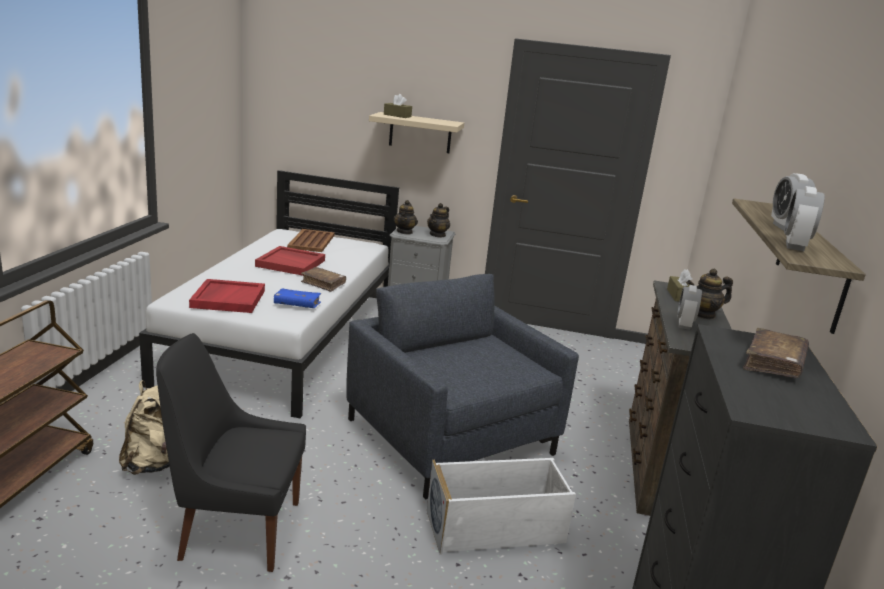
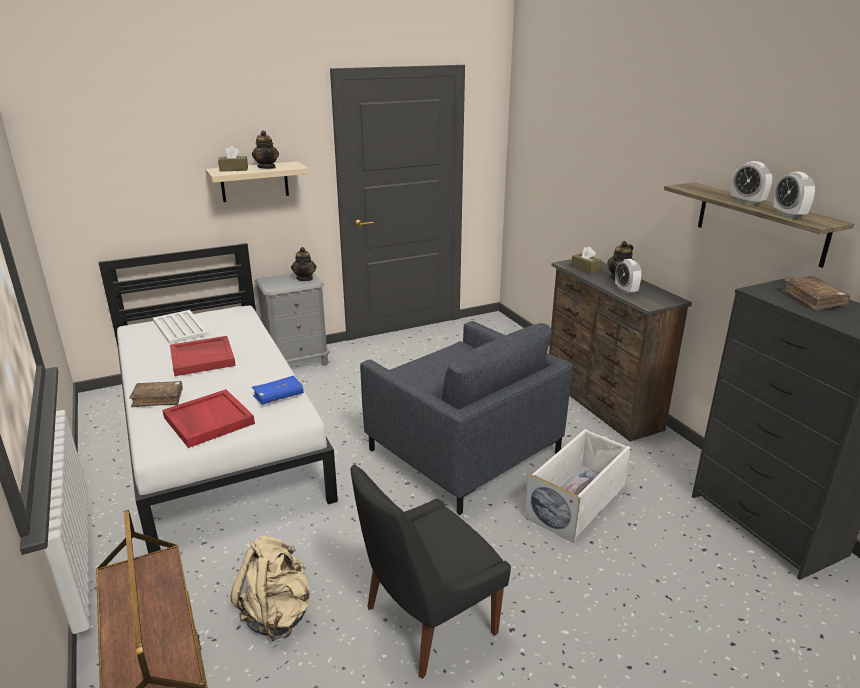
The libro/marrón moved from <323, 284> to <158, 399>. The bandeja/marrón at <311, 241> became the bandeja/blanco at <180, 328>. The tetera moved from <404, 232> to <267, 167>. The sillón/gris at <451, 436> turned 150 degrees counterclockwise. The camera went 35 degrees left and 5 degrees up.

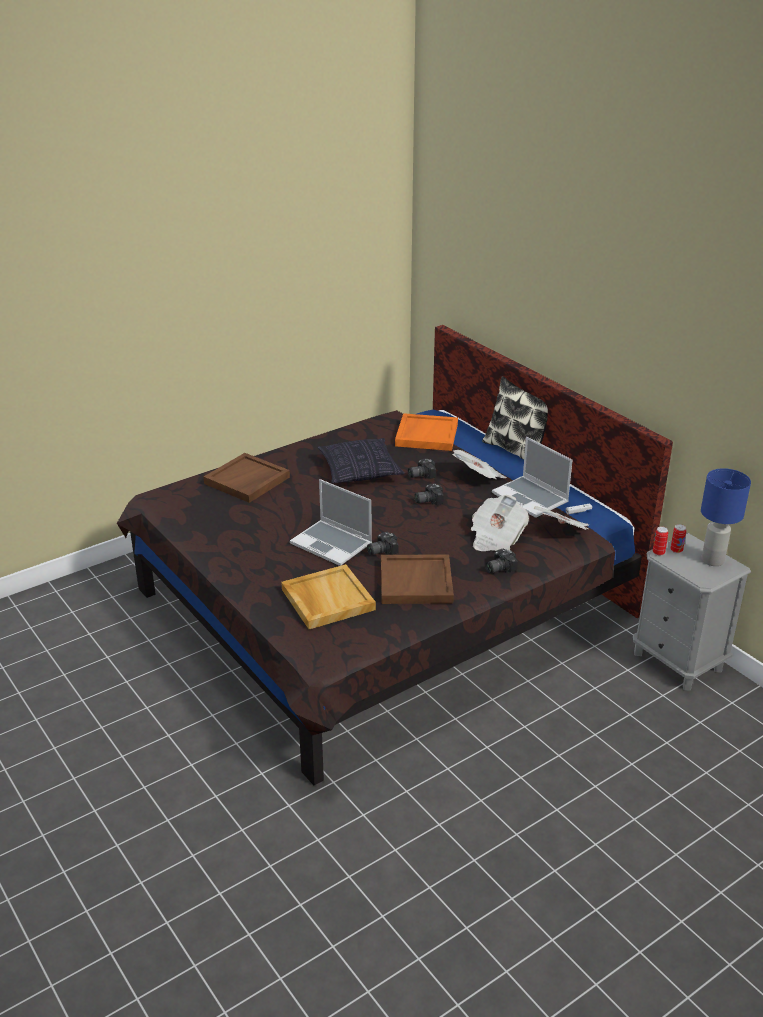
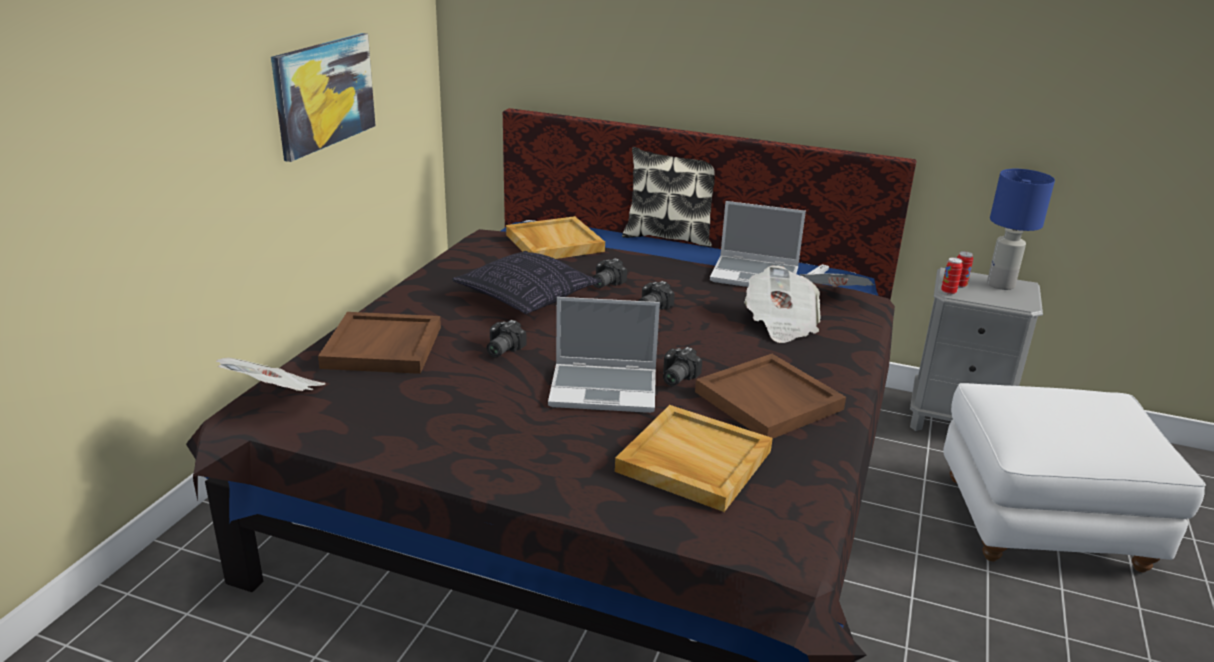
The periódico moved from <478, 478> to <276, 397>. The cuadro at <324, 94> appeared. The cámara moved from <498, 568> to <501, 349>. The bandeja/naranja at <426, 434> became the bandeja/beis at <553, 243>. The puf/blanco at <1043, 522> appeared. The camera went 35 degrees left and 5 degrees down.

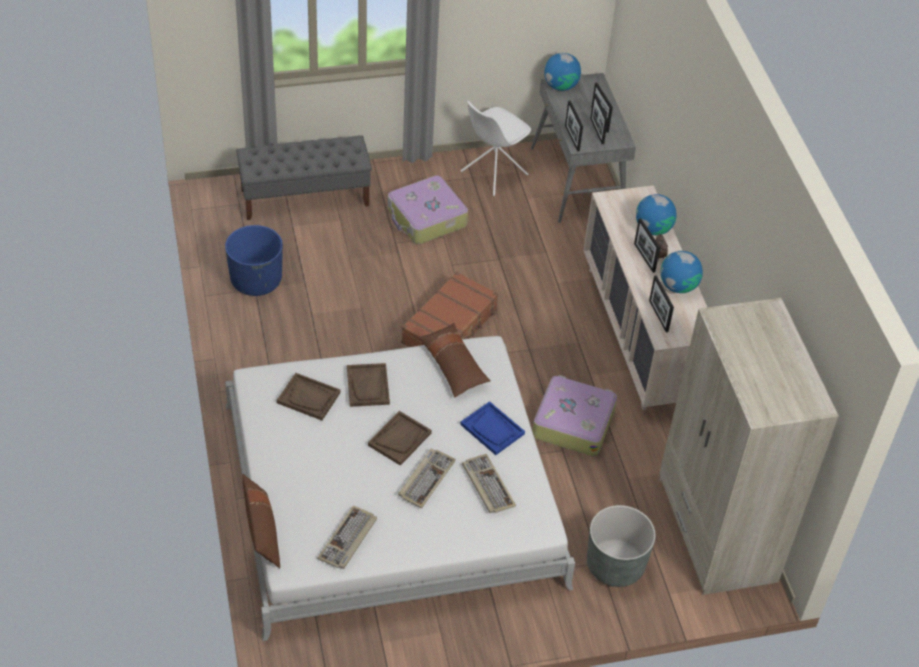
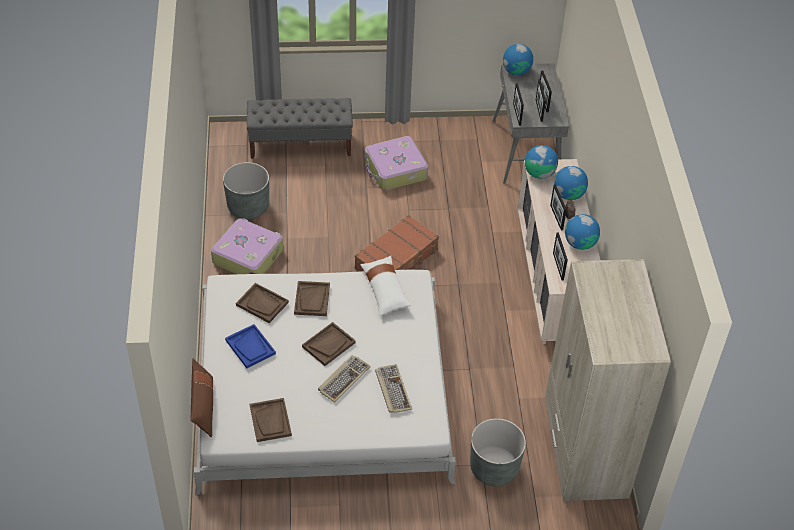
The maleta moved from <573, 422> to <248, 255>. The maceta/azul at <256, 280> became the maceta/gris at <248, 207>. The bandeja/azul moved from <492, 429> to <250, 347>. The teclado at <348, 540> was replaced by the bandeja/marrón at <270, 421>. The cojín/marrón at <453, 365> became the cojín/blanco at <385, 290>. The globo terráqueo at <539, 173> appeared. The silla/blanco at <493, 173> disappeared. The camera went 10 degrees right and 0 degrees up.

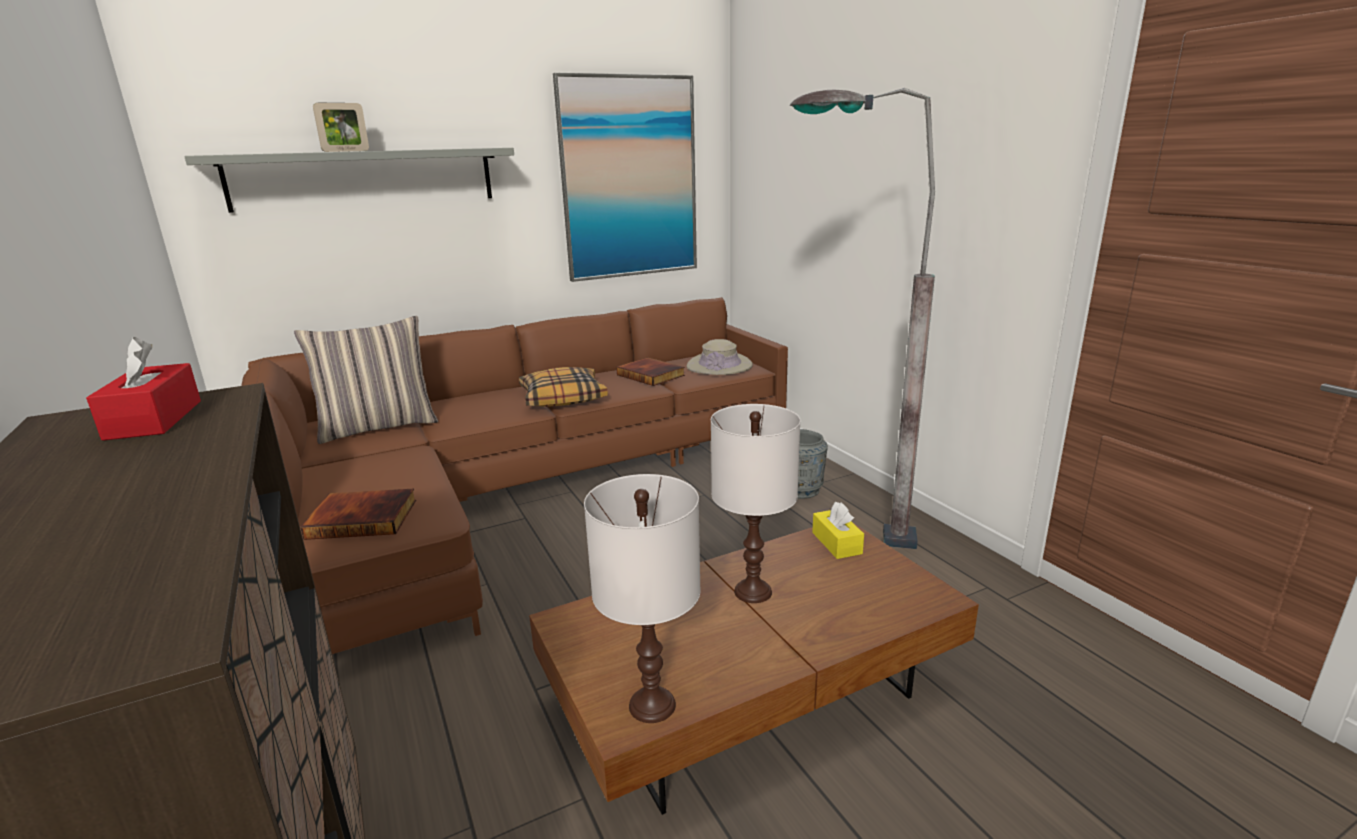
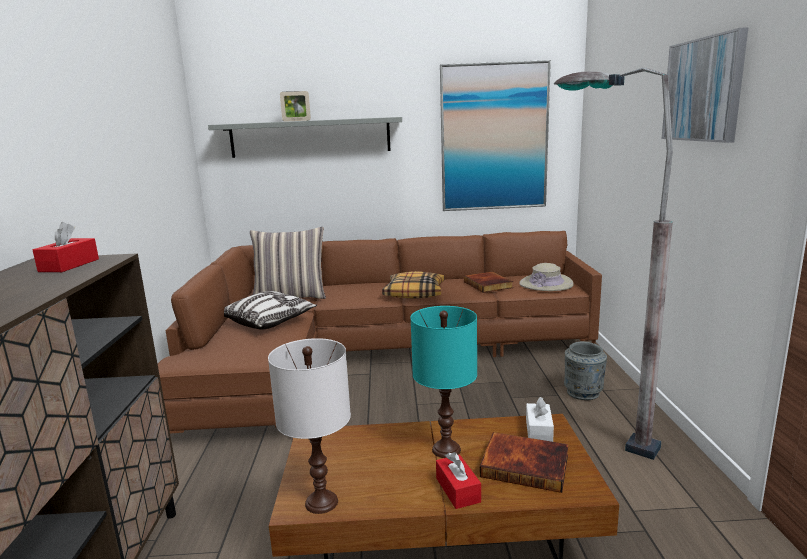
The cojín at <269, 321> appeared. The lámpara de mesa/blanco at <753, 591> became the lámpara de mesa/turquesa at <447, 449>. The caja de pañuelos/rojo at <458, 490> appeared. The libro moved from <364, 518> to <526, 464>. The caja de pañuelos/amarillo at <836, 543> became the caja de pañuelos/blanco at <539, 431>. The cuadro at <703, 90> appeared. The camera went 25 degrees right and 5 degrees down.

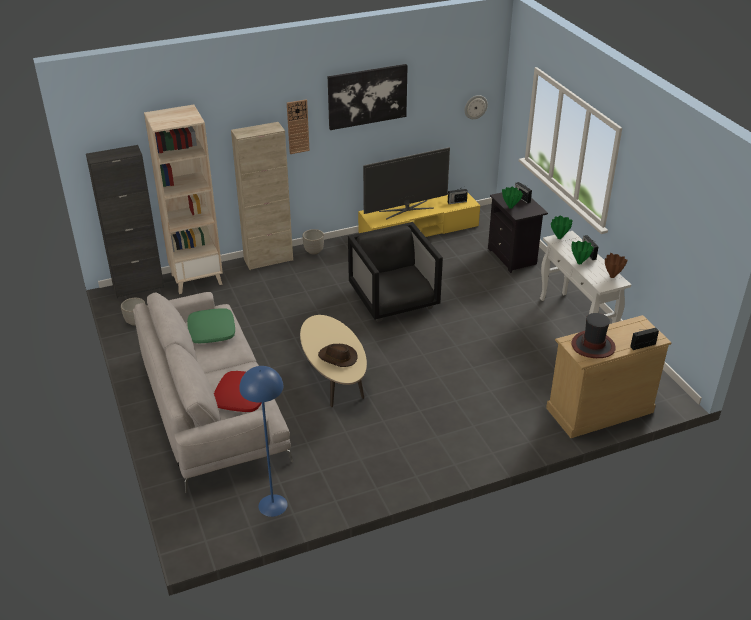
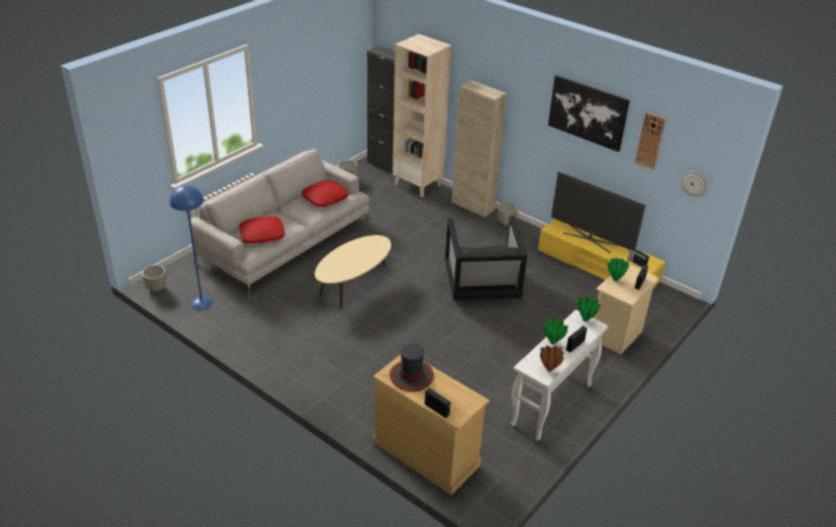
The maceta at <157, 288> appeared. The cojín/verde at <211, 331> became the cojín/rojo at <325, 198>. The sillón/negro at <394, 299> turned 135 degrees clockwise. The mesita de noche/negro at <513, 257> became the mesita de noche/beis at <616, 336>. The reloj de pared moved from <298, 126> to <650, 140>. The sombrero/marrón at <337, 357> disappeared. The camera went 60 degrees right and 0 degrees up.

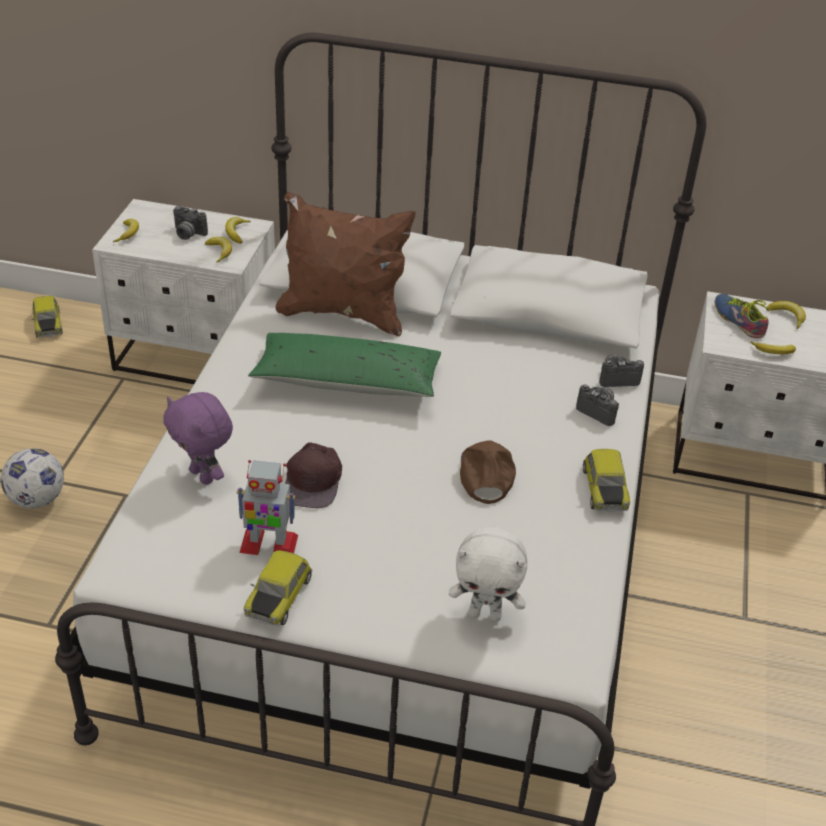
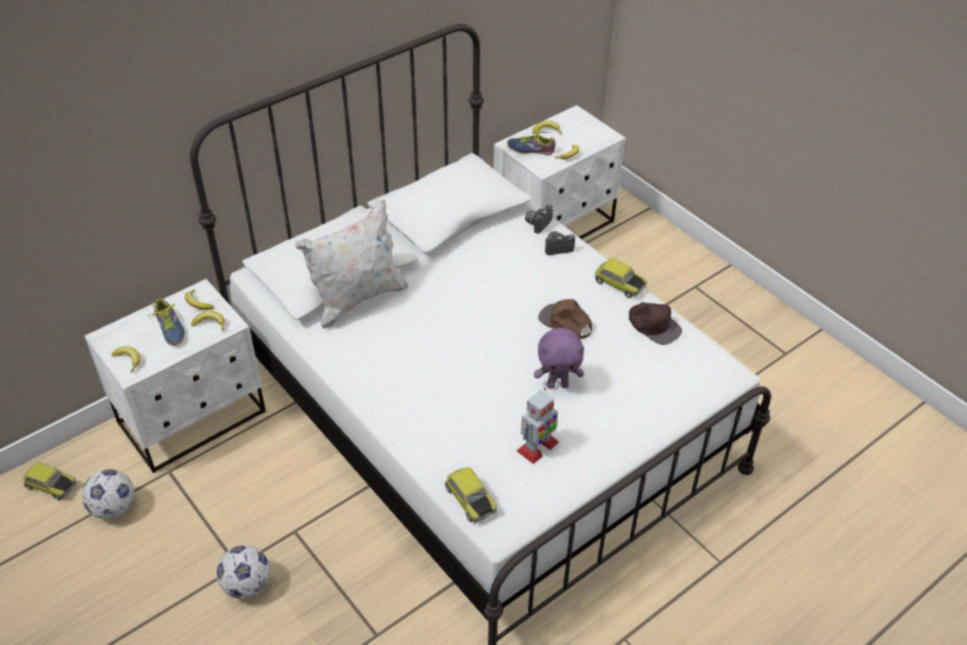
The balón de fútbol at <113, 508> appeared. The cámara at <187, 234> was replaced by the zapato at <168, 329>. The cojín/marrón at <343, 313> became the cojín/blanco at <357, 299>. The coche de juguete moved from <278, 596> to <469, 500>. The peluche/morado moved from <203, 476> to <558, 384>. The gorra/marrón moved from <314, 480> to <654, 325>. The cojín/verde at <347, 381> disappeared. The peluche/blanco at <485, 614> disappeared. The camera went 50 degrees left and 5 degrees up.

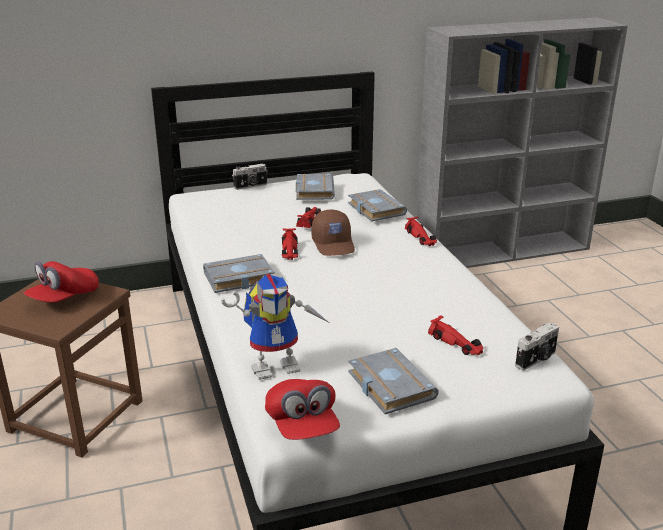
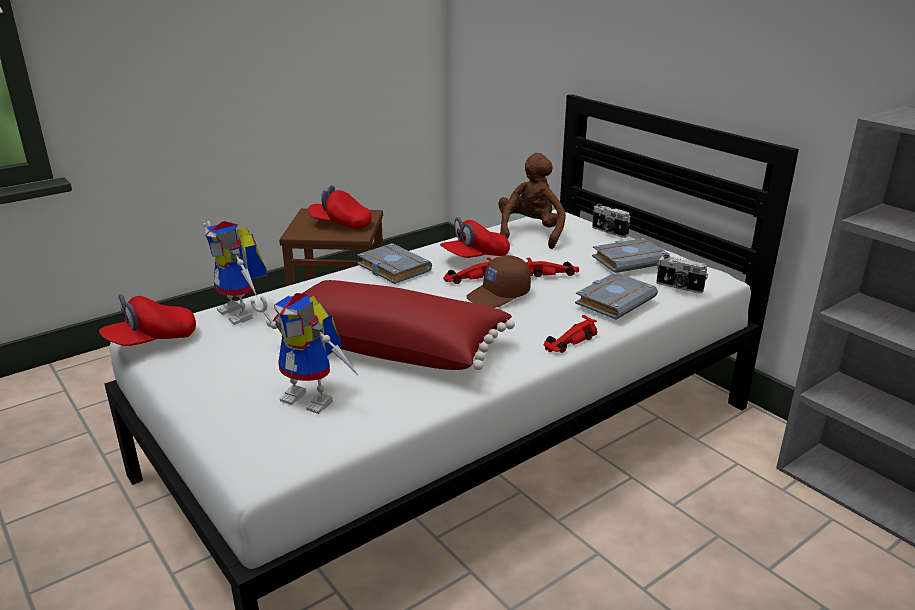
The coche de juguete/rojo at <456, 343> was replaced by the robot de juguete at <315, 398>. The cojín/rojo at <392, 346> appeared. The gorra/rojo at <475, 258> appeared. The peluche/marrón at <530, 233> appeared. The cámara moved from <537, 360> to <679, 287>. The libro/gris at <388, 385> disappeared. The camera went 70 degrees right and 0 degrees up.

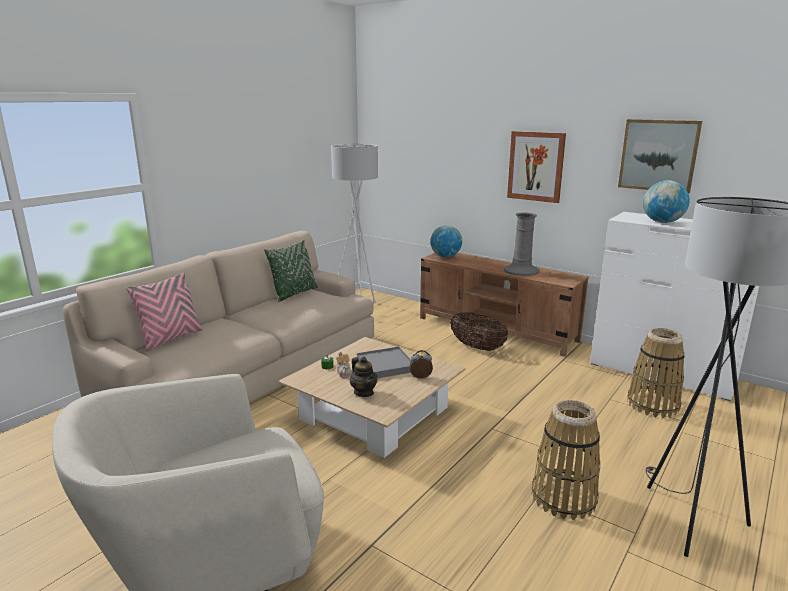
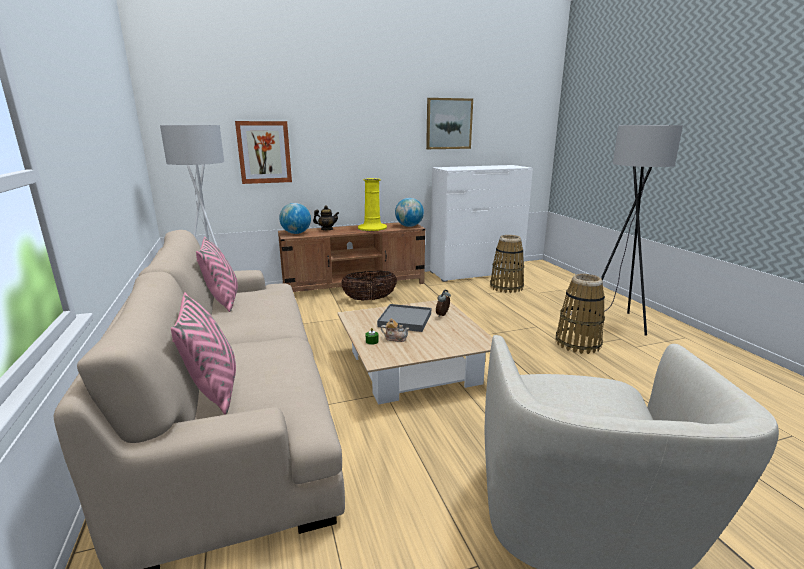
The cojín/verde at <294, 294> became the cojín/rosa at <223, 301>. The cuadro moved from <536, 166> to <264, 152>. The tetera moved from <364, 392> to <327, 229>. The florero/gris at <521, 271> became the florero/amarillo at <372, 228>. The globo terráqueo moved from <662, 222> to <409, 226>. The camera went 55 degrees left and 0 degrees up.

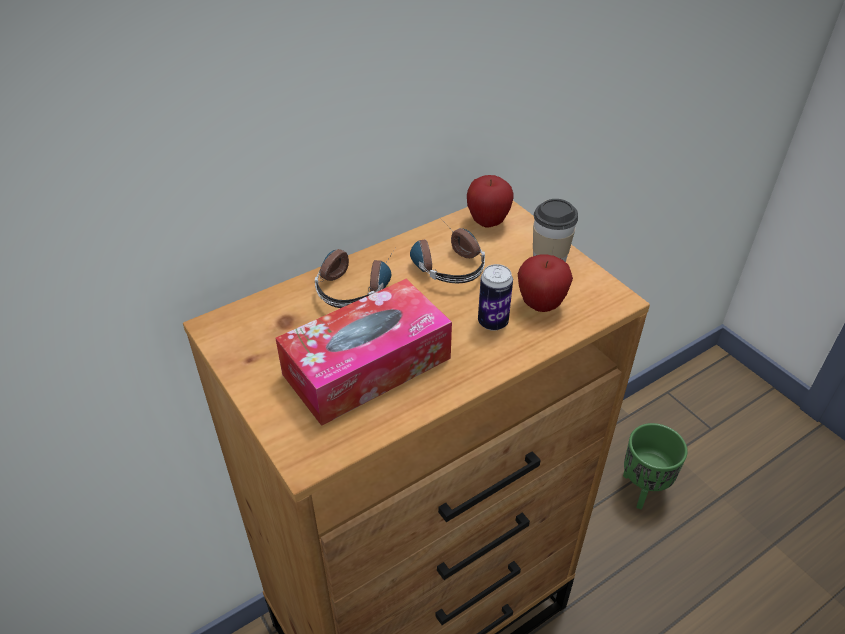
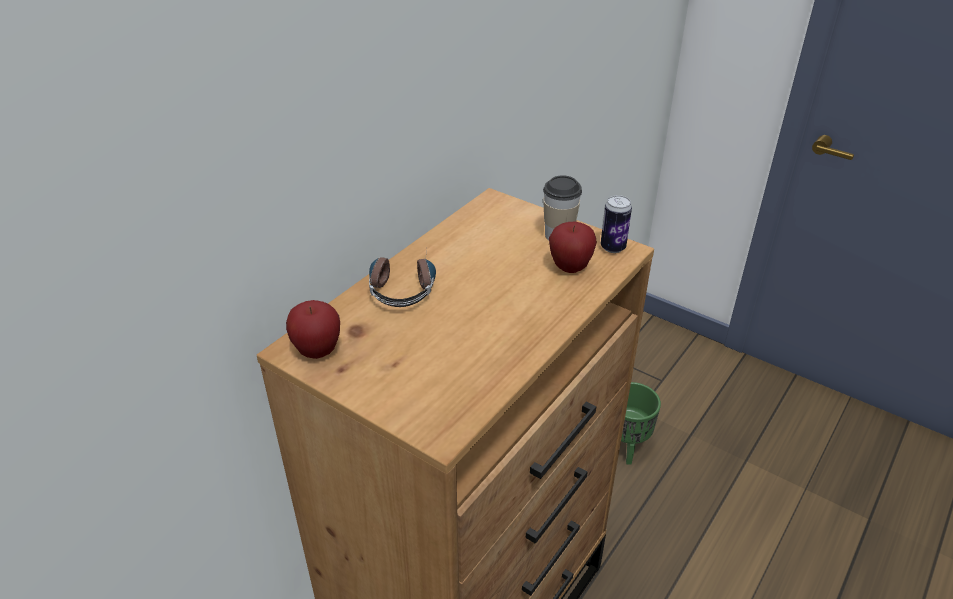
The manzana moved from <488, 222> to <318, 351>. The lata moved from <493, 322> to <613, 247>. The caja de pañuelos at <367, 366> disappeared. The auriculares at <444, 261> disappeared. The camera went 20 degrees left and 5 degrees down.

